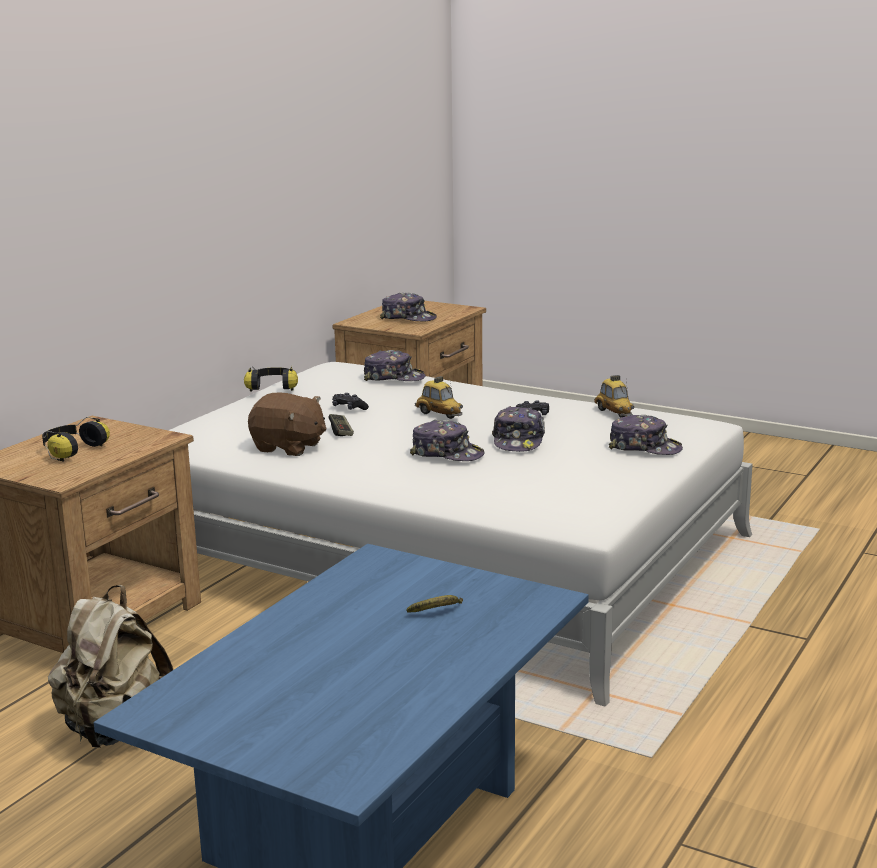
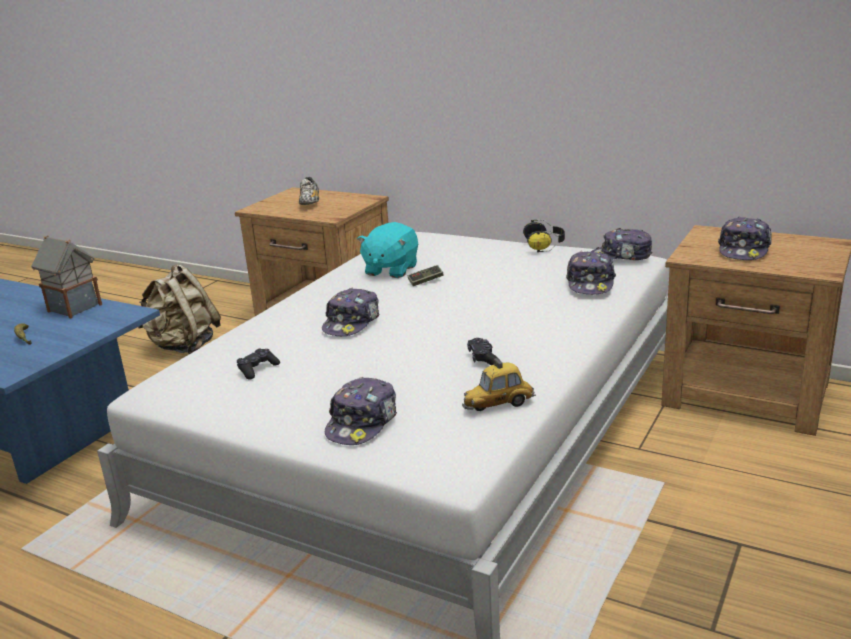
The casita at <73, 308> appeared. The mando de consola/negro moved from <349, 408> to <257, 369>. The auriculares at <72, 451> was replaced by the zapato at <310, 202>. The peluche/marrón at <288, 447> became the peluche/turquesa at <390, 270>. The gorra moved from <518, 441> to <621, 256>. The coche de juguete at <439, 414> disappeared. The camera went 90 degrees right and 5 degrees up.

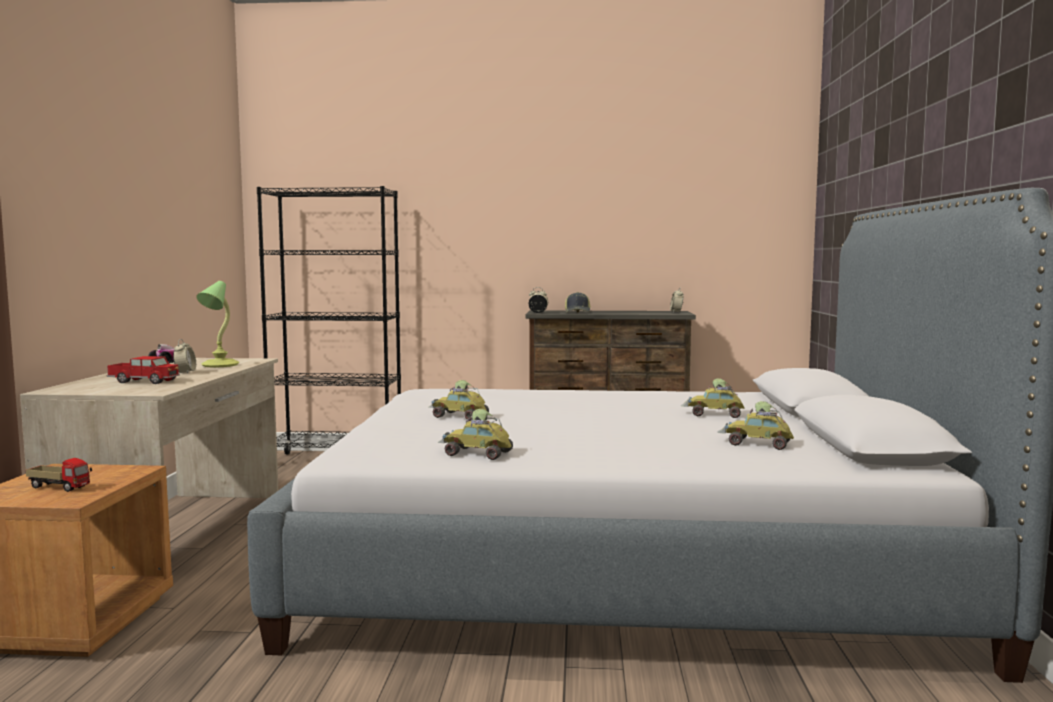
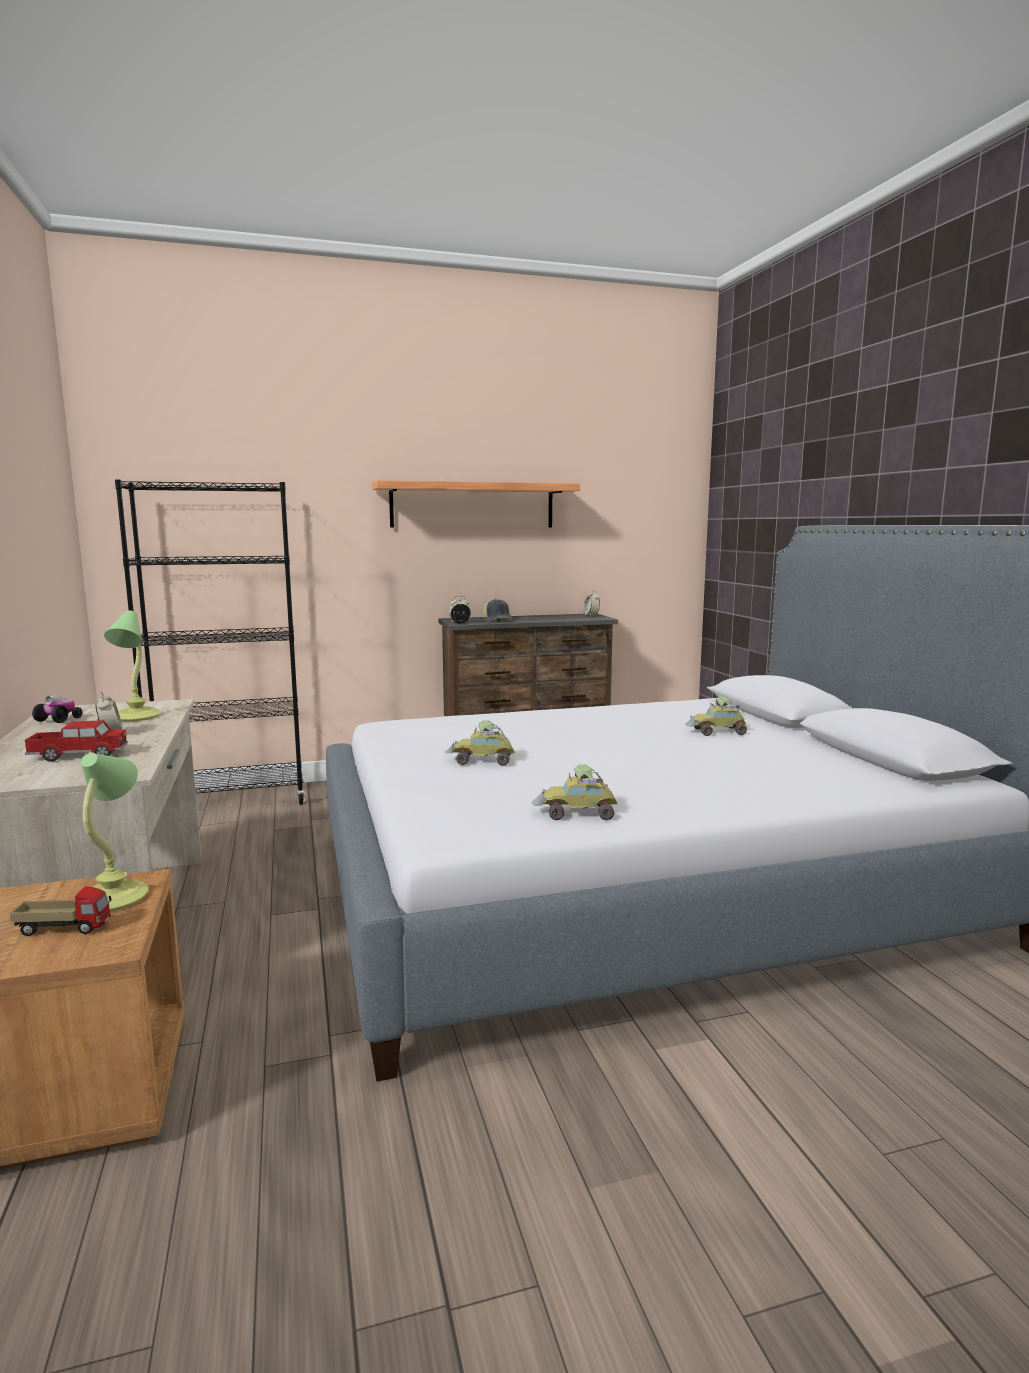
The lámpara de mesa at <116, 897> appeared. The estante at <473, 505> appeared. The coche de juguete at <757, 444> disappeared. The camera went 20 degrees left and 5 degrees up.

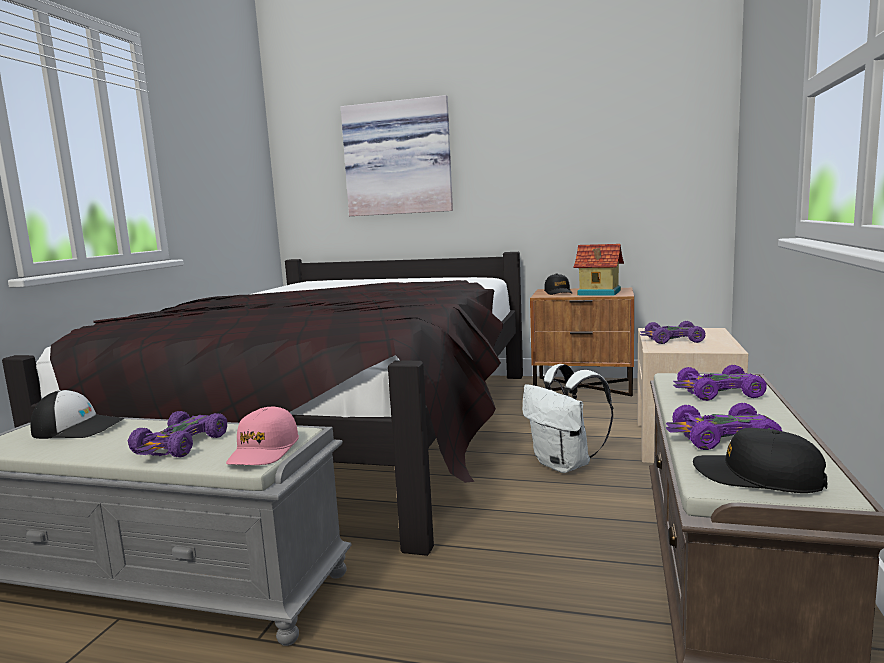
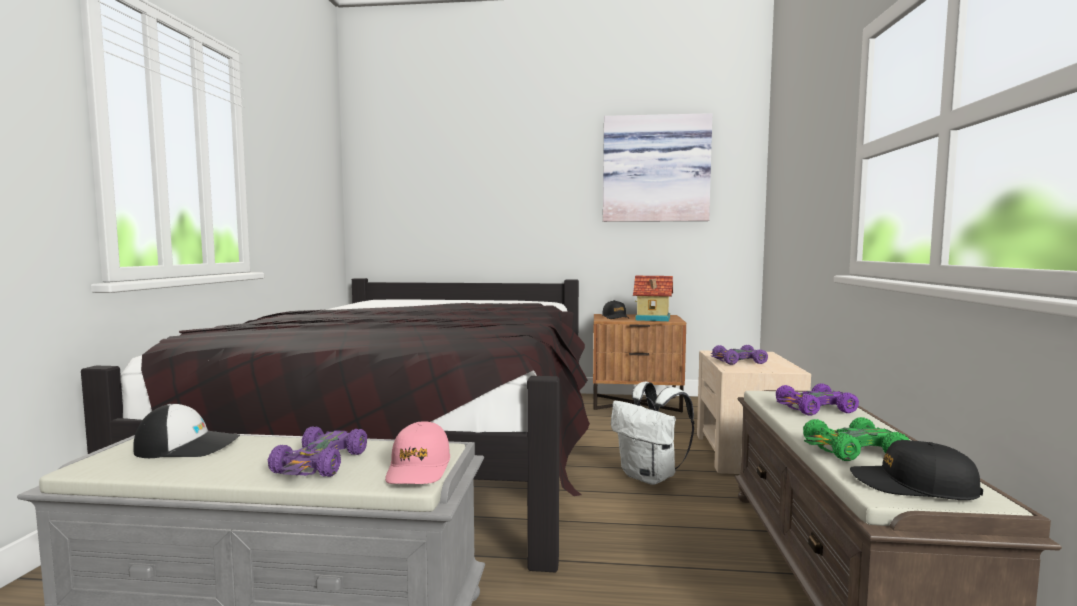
The cuadro moved from <398, 158> to <655, 169>. The coche de juguete/morado at <722, 438> became the coche de juguete/verde at <852, 450>. The camera went 10 degrees left and 5 degrees down.

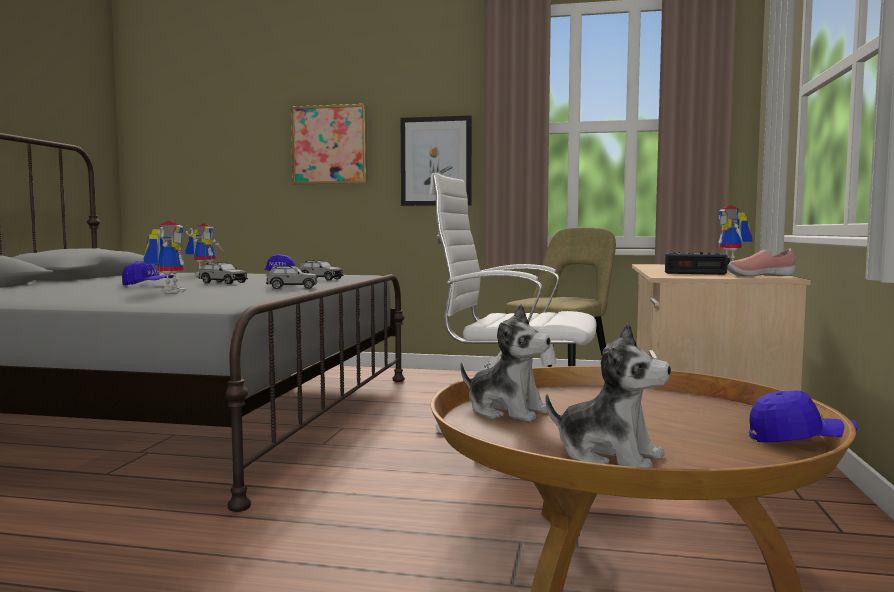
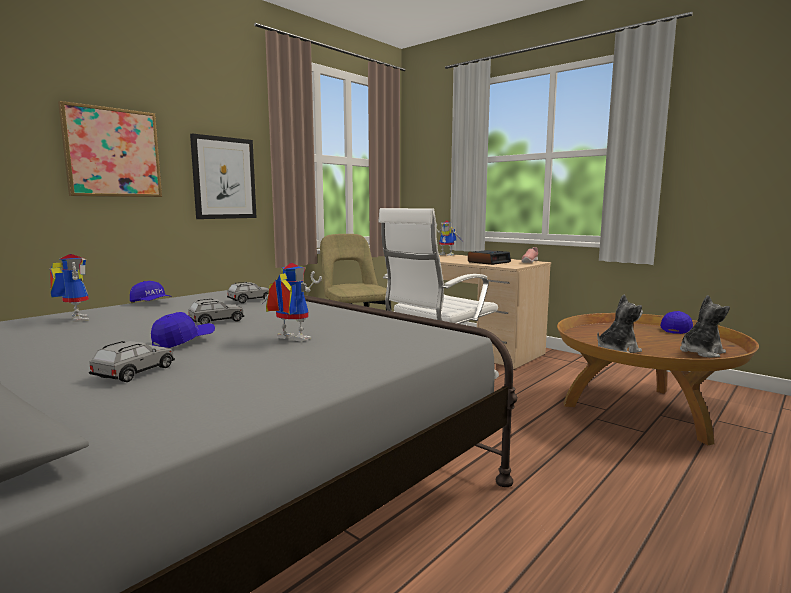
The coche de juguete/gris moved from <292, 287> to <134, 373>. The camera went 60 degrees left and 5 degrees up.

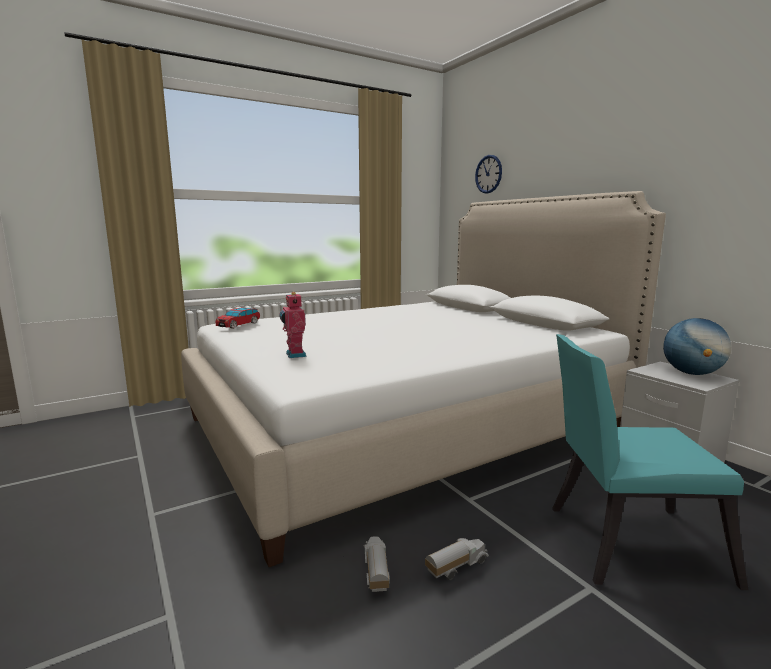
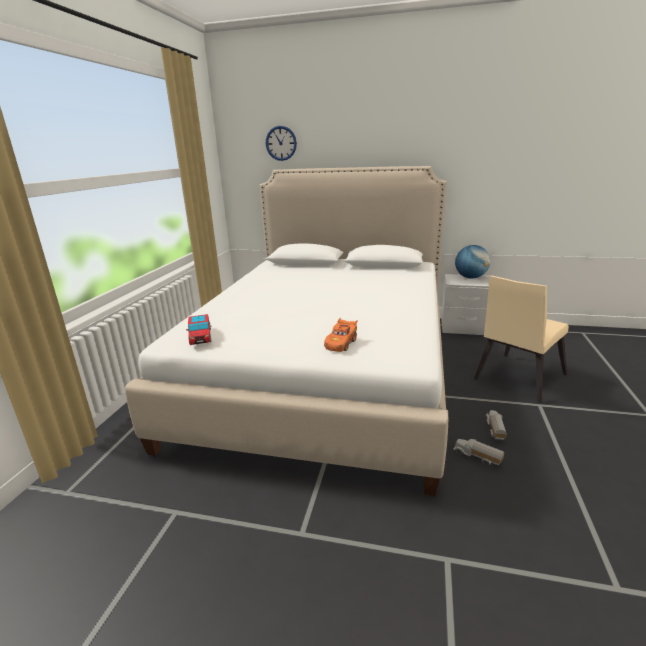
The robot de juguete at <294, 355> was replaced by the coche de juguete/naranja at <341, 343>. The silla/turquesa at <624, 542> became the silla/beis at <516, 378>. The camera went 45 degrees left and 10 degrees up.

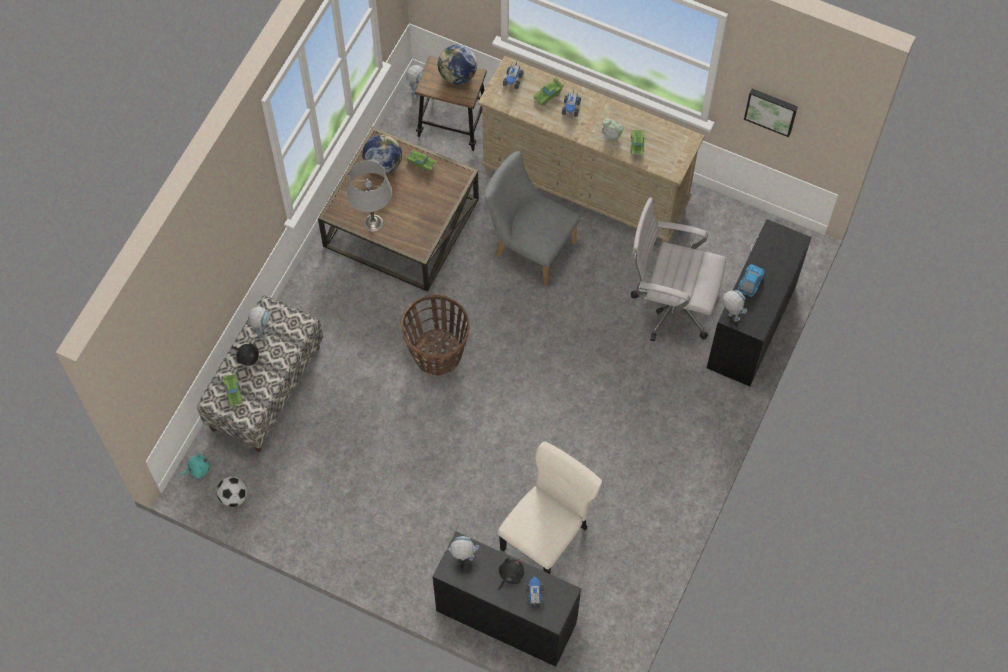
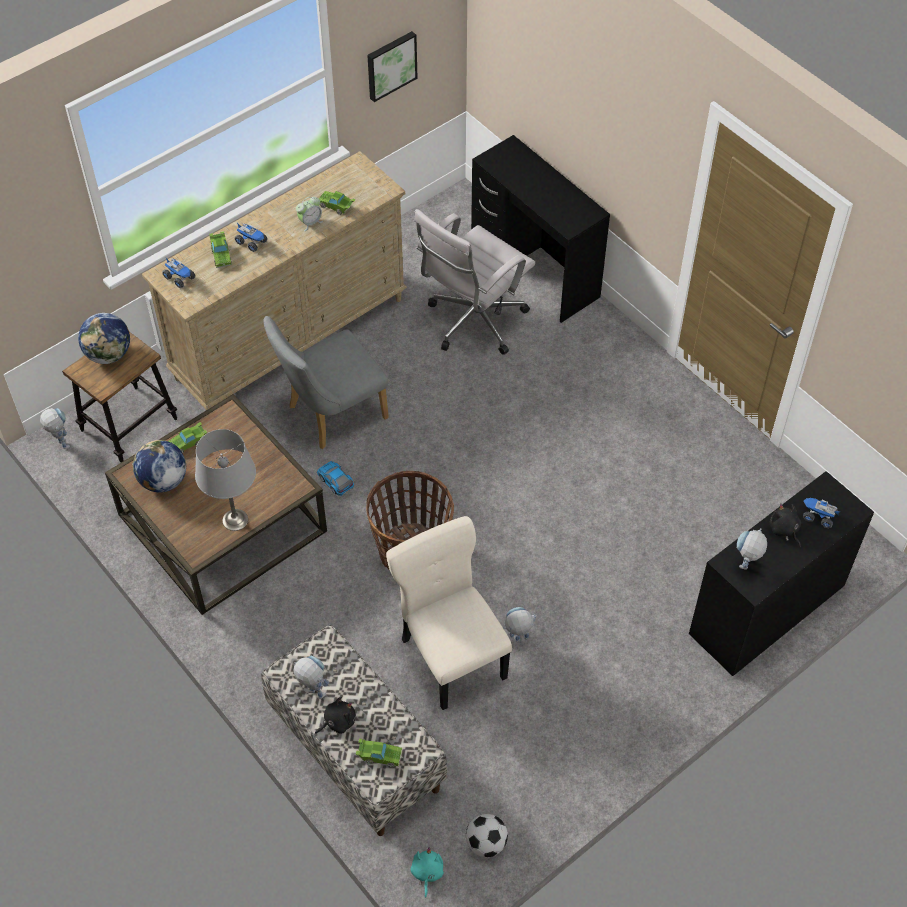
The coche de juguete moved from <751, 281> to <335, 480>. The silla/beis moved from <547, 536> to <451, 655>. The robot de juguete moved from <730, 315> to <517, 640>. The camera went 65 degrees left and 10 degrees down.

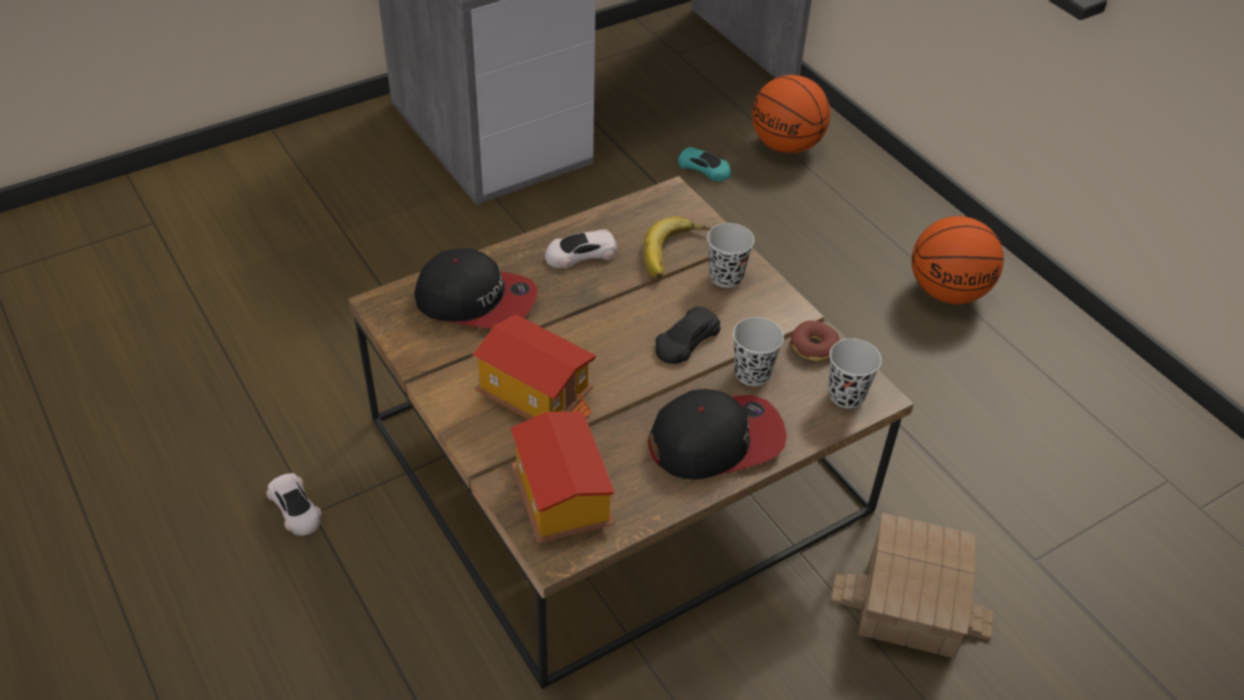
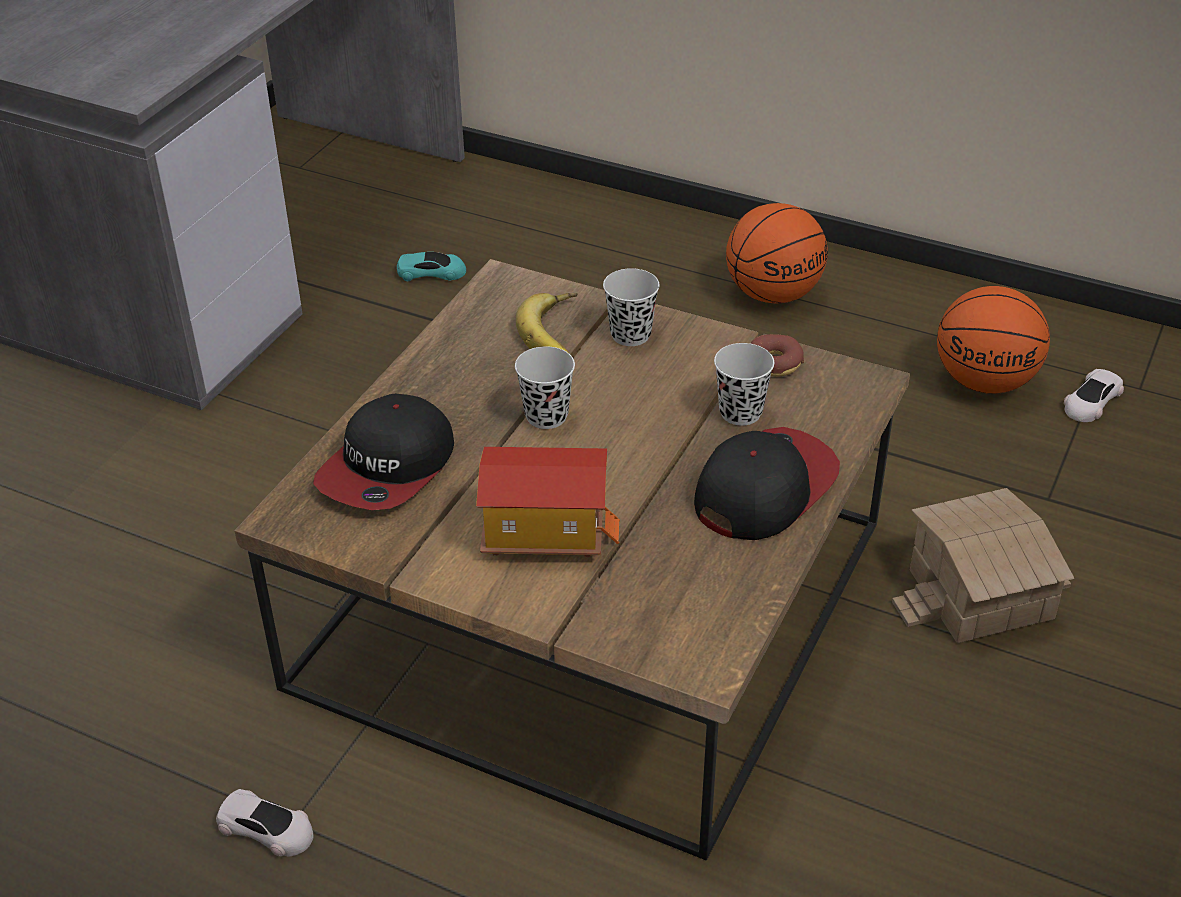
The gorra at <476, 300> turned 135 degrees clockwise. The taza/negro moved from <846, 395> to <546, 416>. The balón de baloncesto moved from <787, 146> to <985, 382>. The coche de juguete/blanco moved from <580, 254> to <1091, 401>. The casita at <560, 500> disappeared. The coche de juguete/negro at <686, 340> disappeared. The camera went 30 degrees left and 5 degrees down.

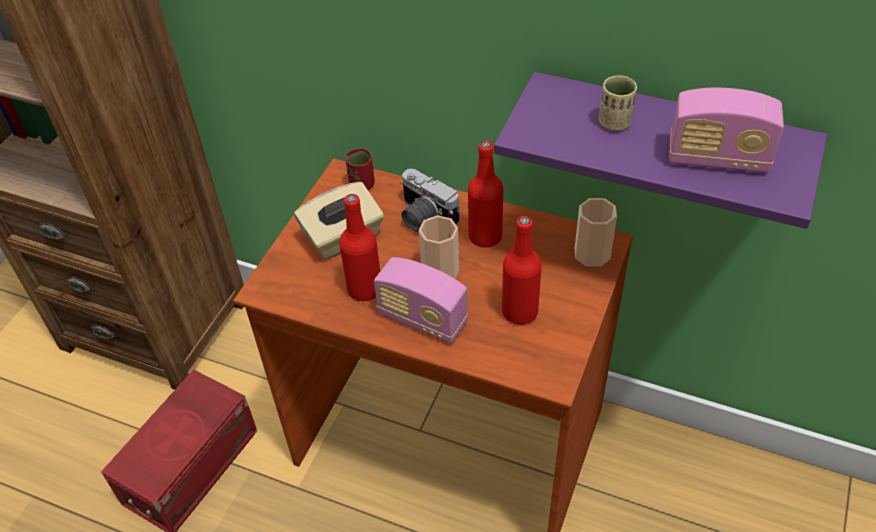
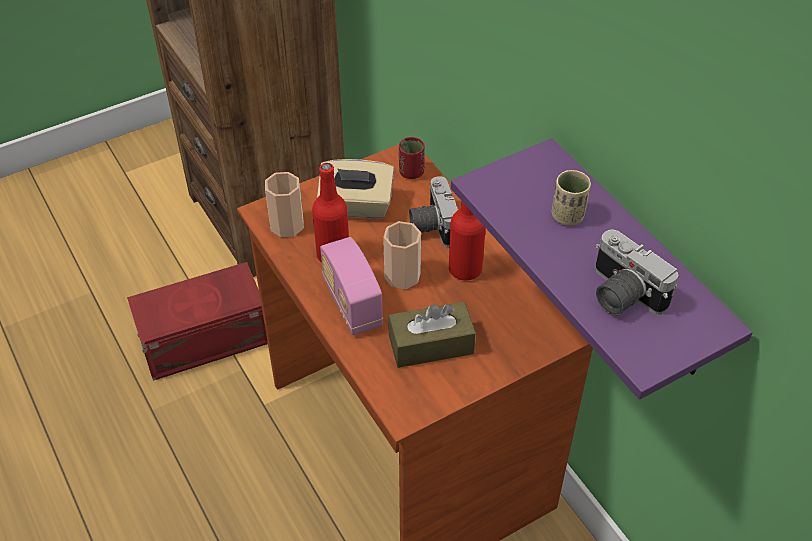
The taza moved from <592, 254> to <287, 225>. The botella/rojo at <519, 312> was replaced by the caja de pañuelos/marrón at <431, 345>. The radio at <717, 159> was replaced by the cámara at <620, 295>. The camera went 35 degrees right and 0 degrees up.

